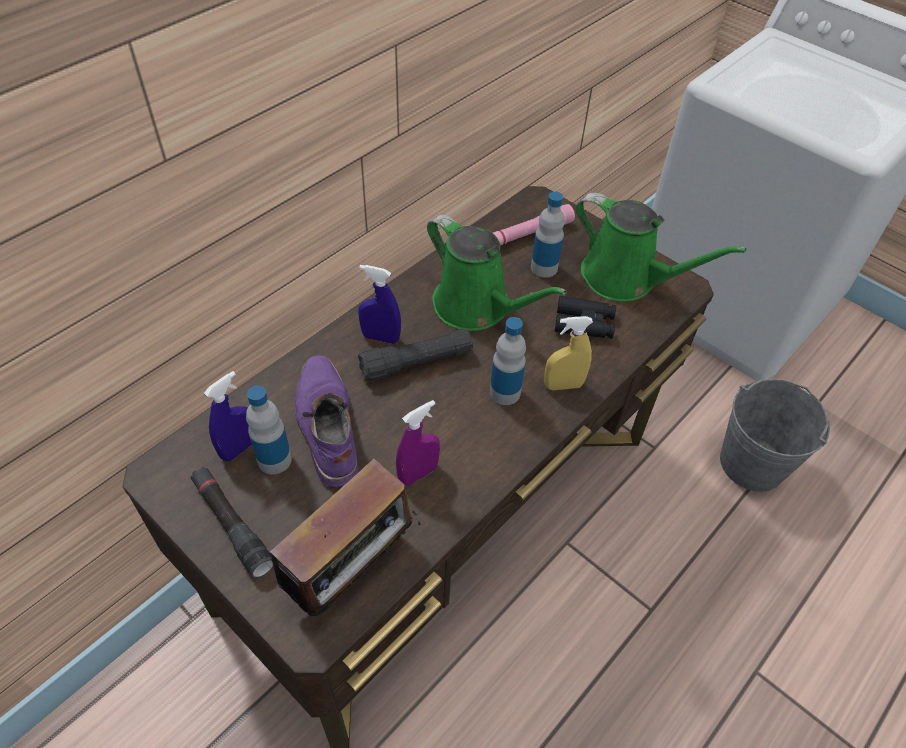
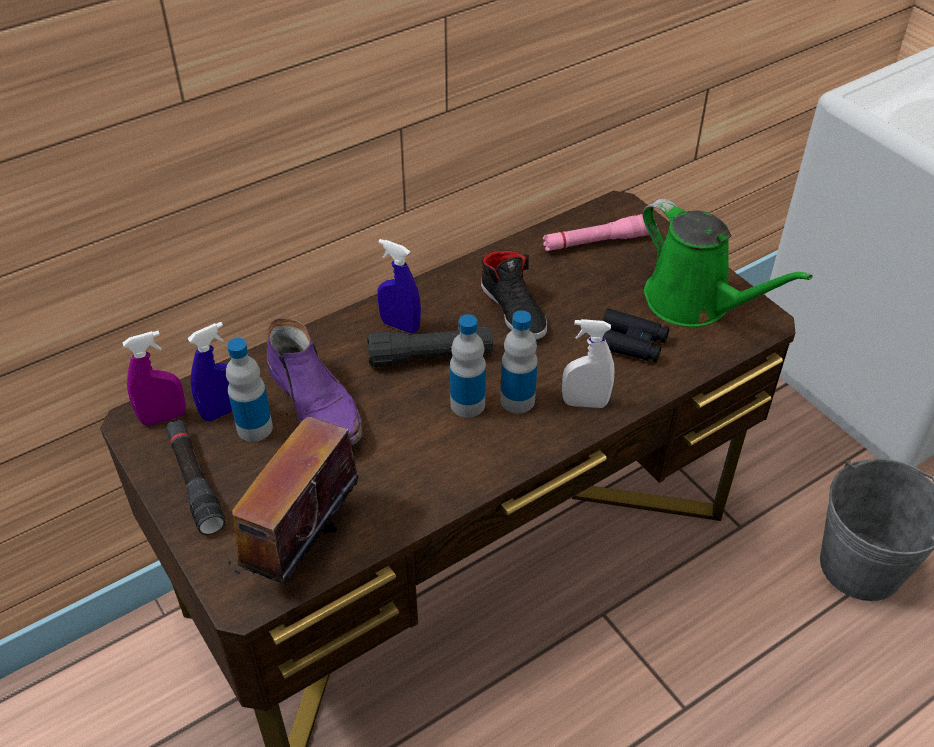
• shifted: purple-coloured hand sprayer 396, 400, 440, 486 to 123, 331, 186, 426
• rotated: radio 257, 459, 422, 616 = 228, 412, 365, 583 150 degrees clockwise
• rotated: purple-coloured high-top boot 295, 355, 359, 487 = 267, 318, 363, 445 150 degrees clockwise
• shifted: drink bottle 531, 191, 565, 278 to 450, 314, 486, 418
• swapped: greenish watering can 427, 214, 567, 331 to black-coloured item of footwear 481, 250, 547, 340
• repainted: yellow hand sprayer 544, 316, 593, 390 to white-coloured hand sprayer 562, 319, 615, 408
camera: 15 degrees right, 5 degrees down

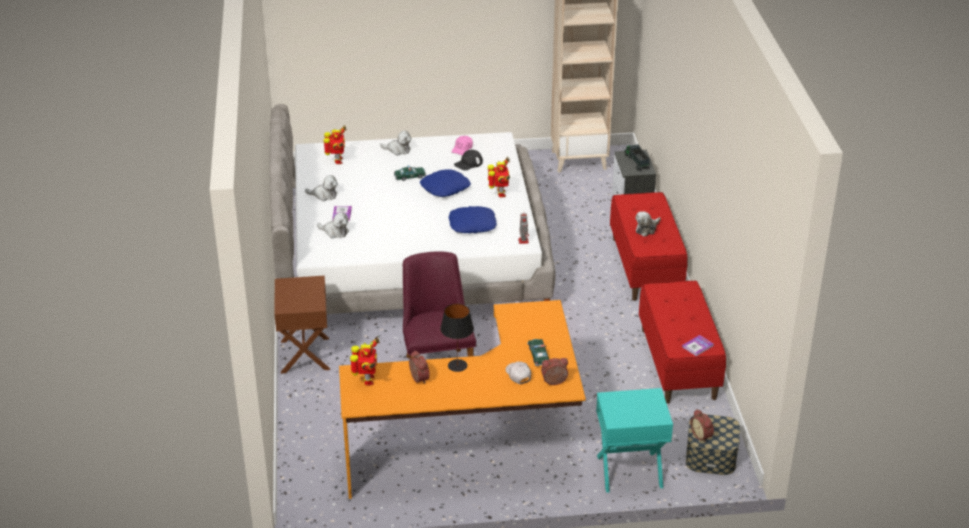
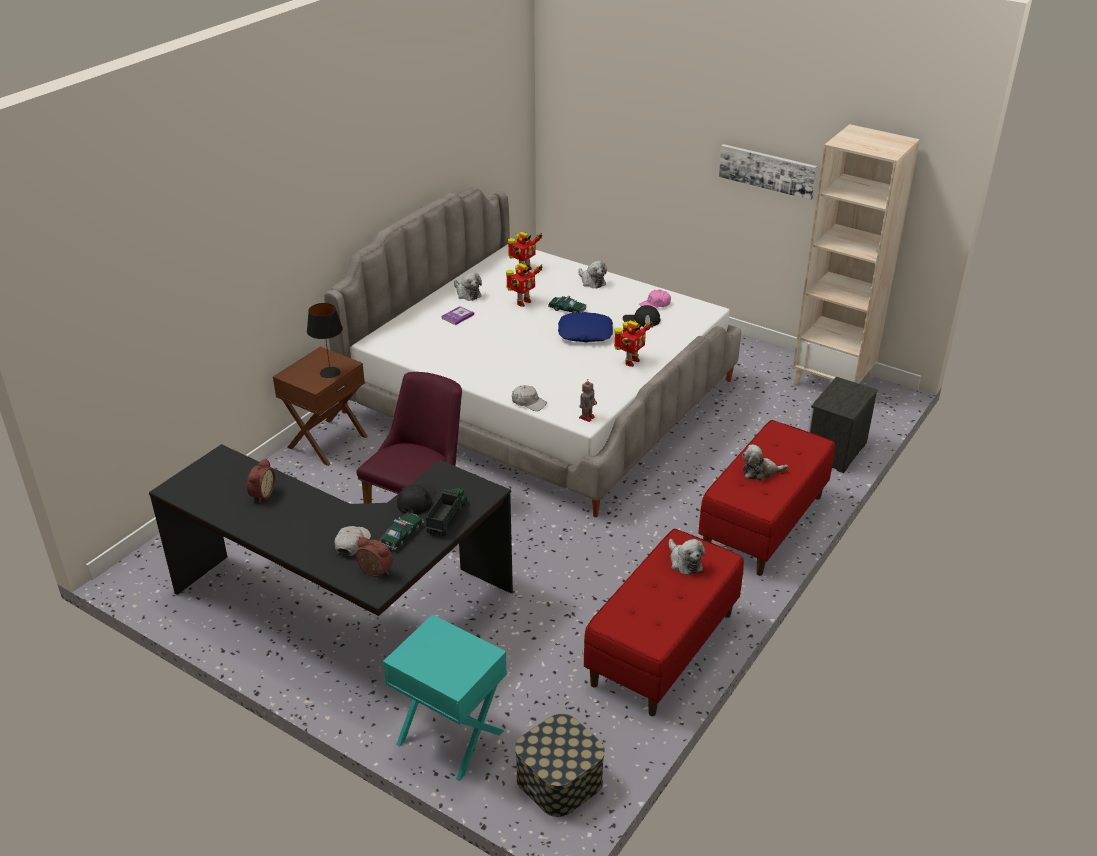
• repainted: orangey desk 339, 300, 586, 499 to black-coloured desk 149, 444, 513, 616
• shifted: black-coloured table lamp 440, 304, 474, 372 to 307, 303, 343, 378
• new: black-coloured baseball cap 397, 483, 437, 515
• shifted: model truck 624, 144, 650, 171 to 426, 488, 467, 537
• shifted: toy robot 350, 336, 380, 386 to 506, 263, 543, 307
• new: white-coloured baseball cap 512, 385, 547, 411
• shifted: cuddly toy 317, 212, 349, 239 to 669, 539, 705, 575
• new: wall picture 719, 144, 817, 200
• gone: blue-coloured cushion 449, 206, 497, 233
• gone: volume 682, 335, 713, 356
• gone: table clock 690, 409, 714, 443
camera: 40 degrees right, 0 degrees up

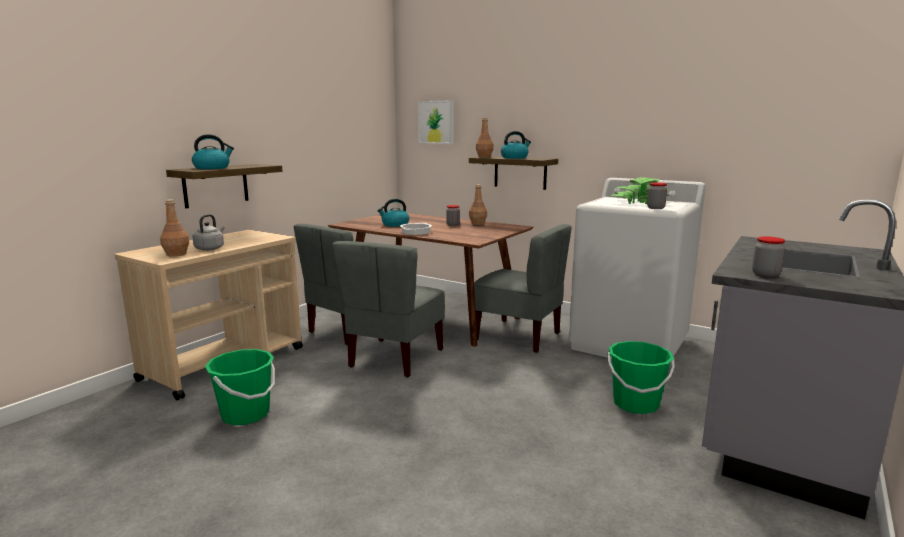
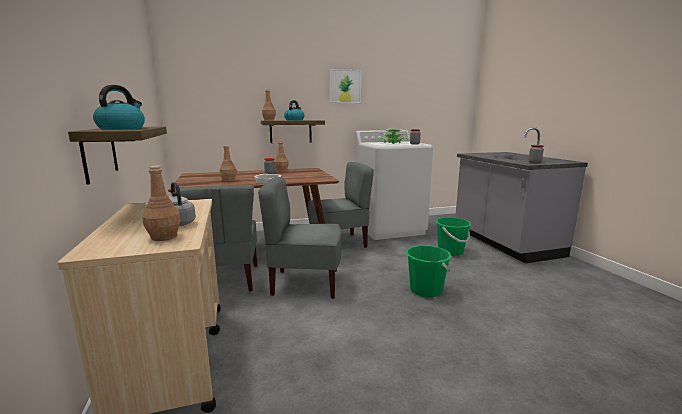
• swapped: kettle 377, 199, 409, 227 to brown-coloured drink bottle 220, 145, 237, 182
• rotated: gray chair 332, 241, 445, 378 = 258, 177, 342, 299 120 degrees clockwise
• shifted: wall picture 418, 100, 454, 144 to 330, 69, 361, 103
• shifted: greenish water bucket 205, 349, 275, 425 to 406, 245, 452, 298
camera: 50 degrees left, 0 degrees up

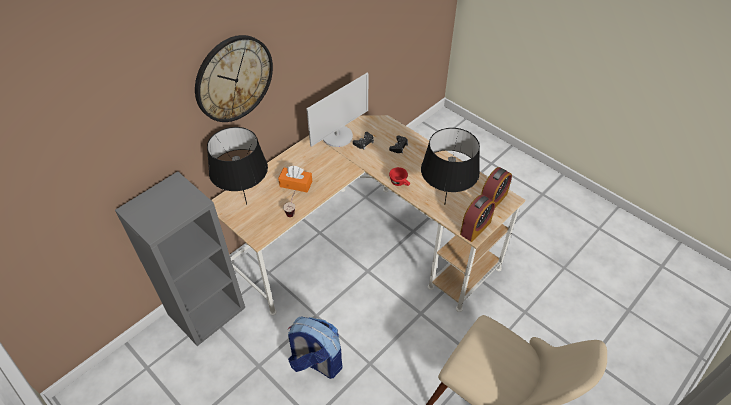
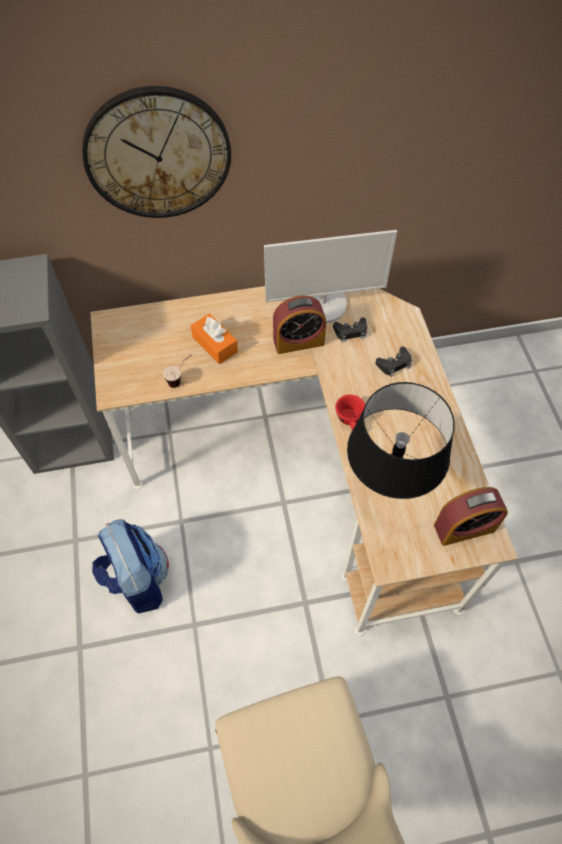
• shifted: table clock 460, 195, 495, 242 to 273, 295, 326, 354
• gone: black-coloured table lamp 207, 127, 268, 204
camera: 35 degrees right, 10 degrees up

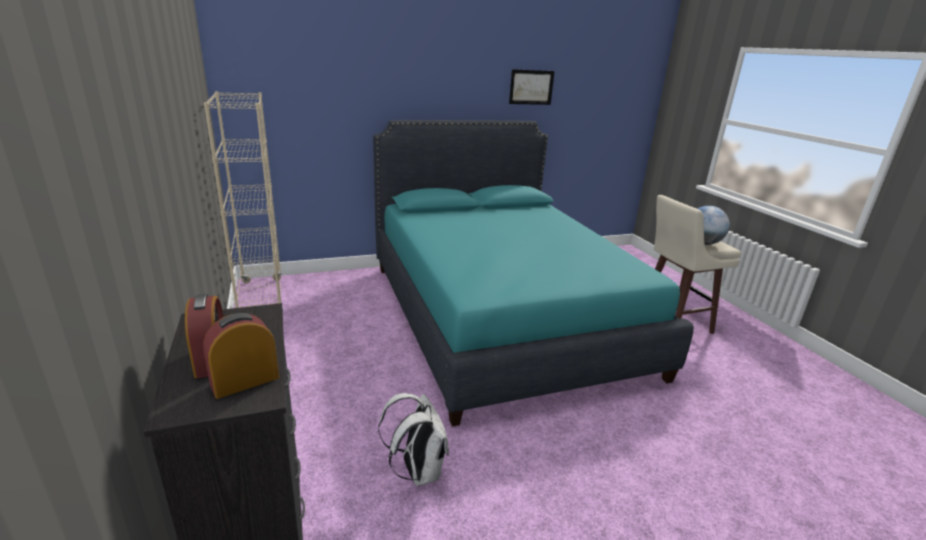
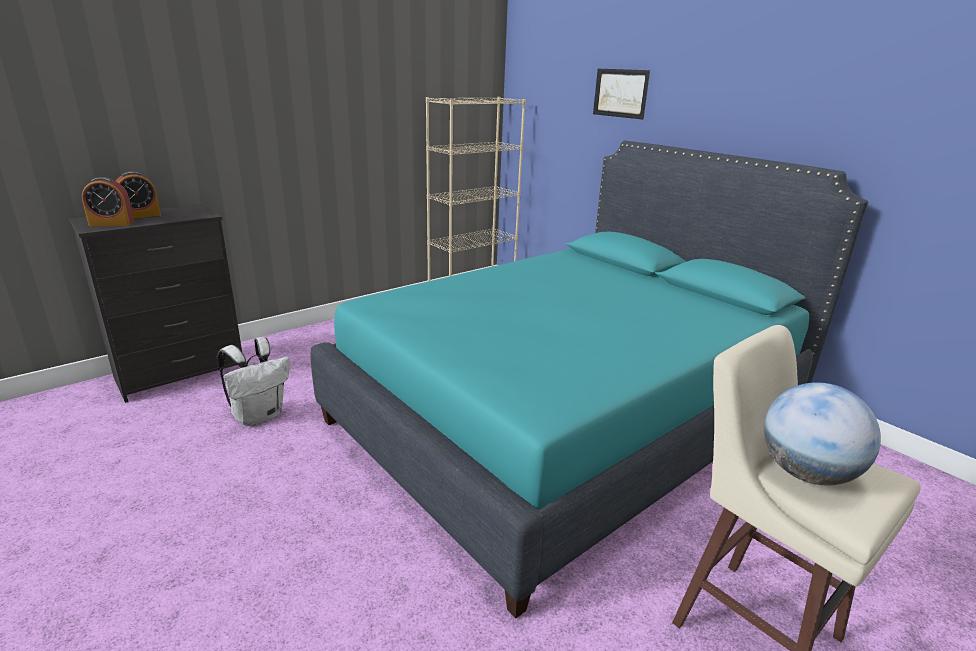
• rotated: table clock 203, 313, 279, 399 = 82, 177, 134, 226 135 degrees clockwise
• shifted: wall picture 509, 69, 555, 105 to 593, 69, 650, 119
camera: 70 degrees right, 0 degrees up

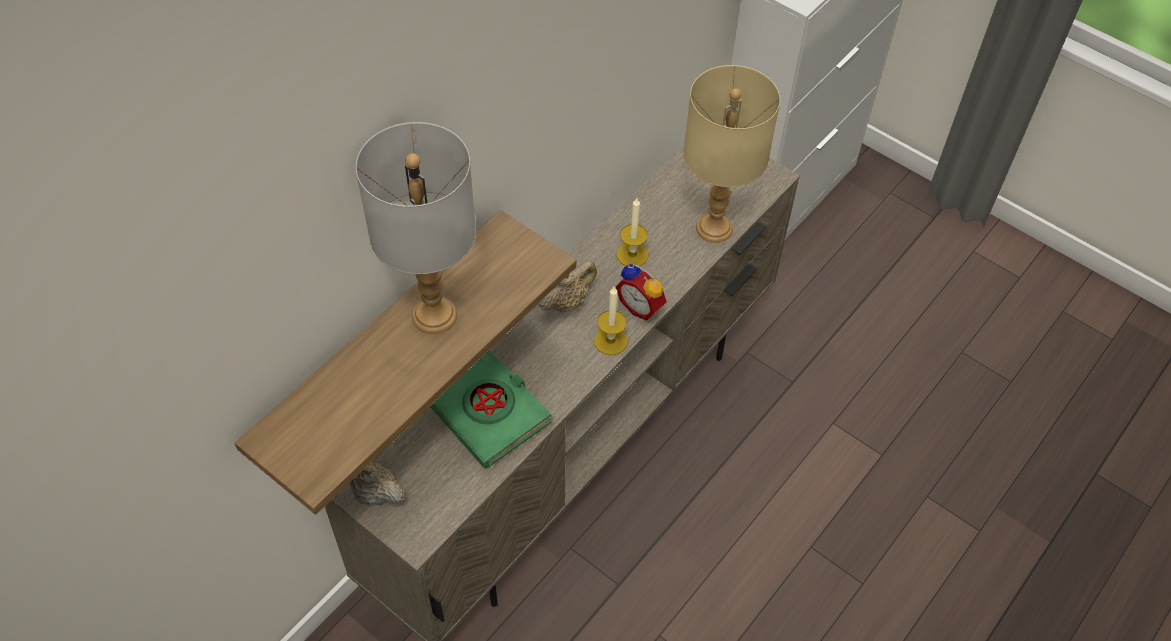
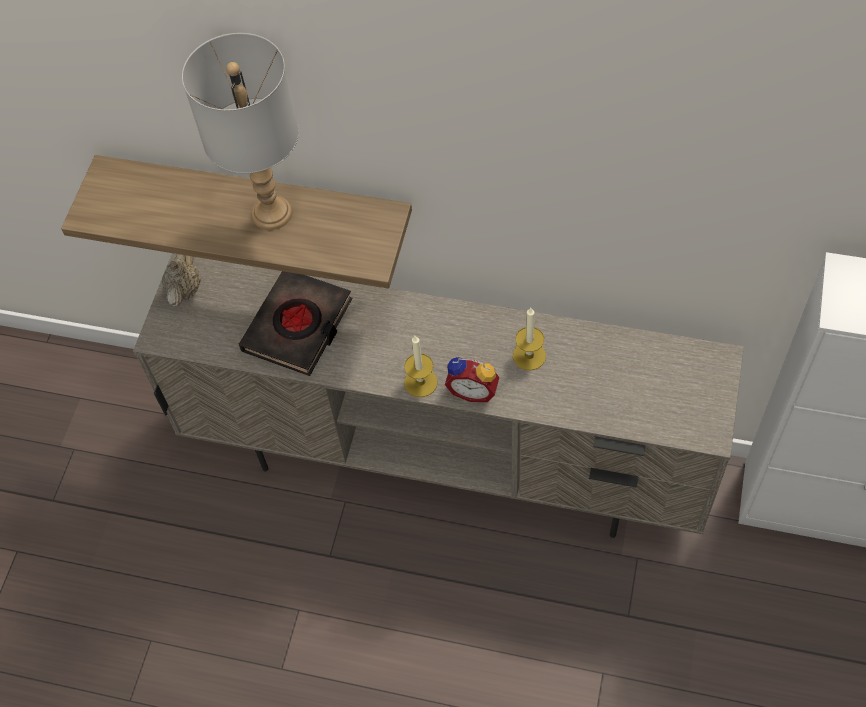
• repainted: greenish volume 430, 350, 551, 469 to black-coloured volume 239, 271, 353, 376
• rotated: table clock 616, 264, 667, 320 = 445, 357, 499, 402 90 degrees counterclockwise
• gone: sand-coloured pot for tea 538, 261, 597, 312
• gone: sand-coloured table lamp 683, 65, 780, 243
camera: 70 degrees right, 5 degrees up

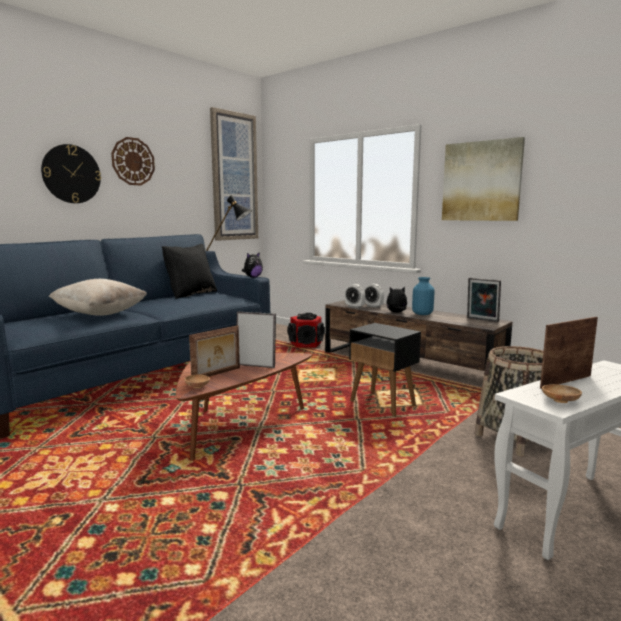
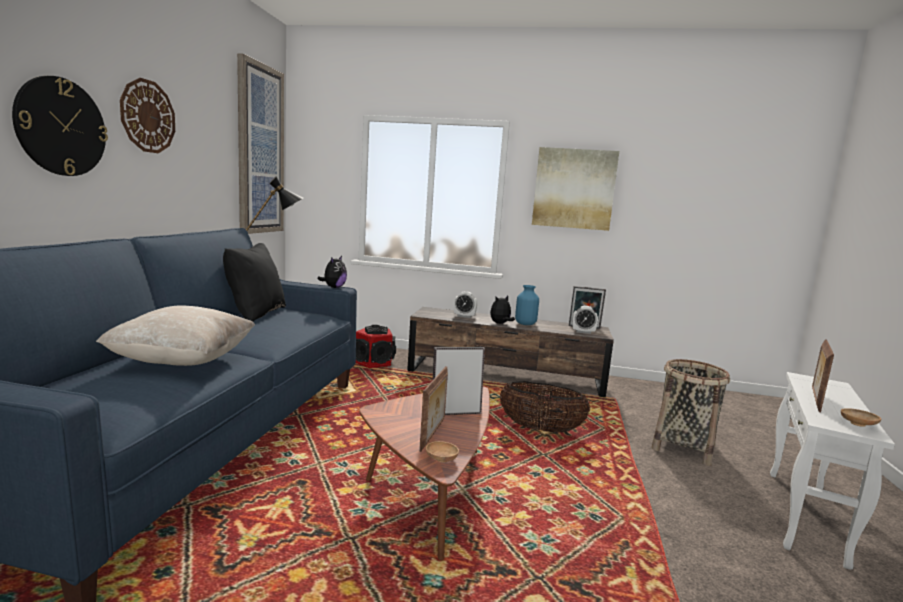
• swapped: black-coloured side table 349, 323, 421, 416 to basket 500, 381, 590, 432
• shifted: table clock 345, 284, 366, 308 to 572, 306, 598, 334
camera: 30 degrees left, 0 degrees up

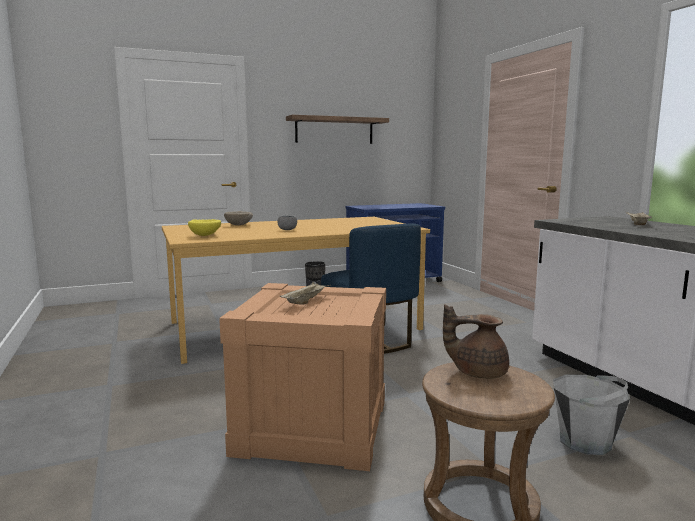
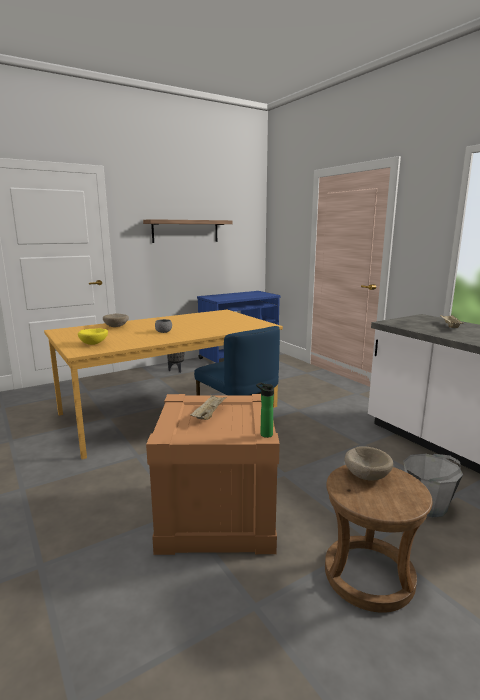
• new: drink bottle 256, 382, 274, 438
• swapped: brown-coloured pot for tea 443, 304, 509, 379 to sand-coloured bowl 345, 446, 393, 480
camera: 10 degrees left, 5 degrees up

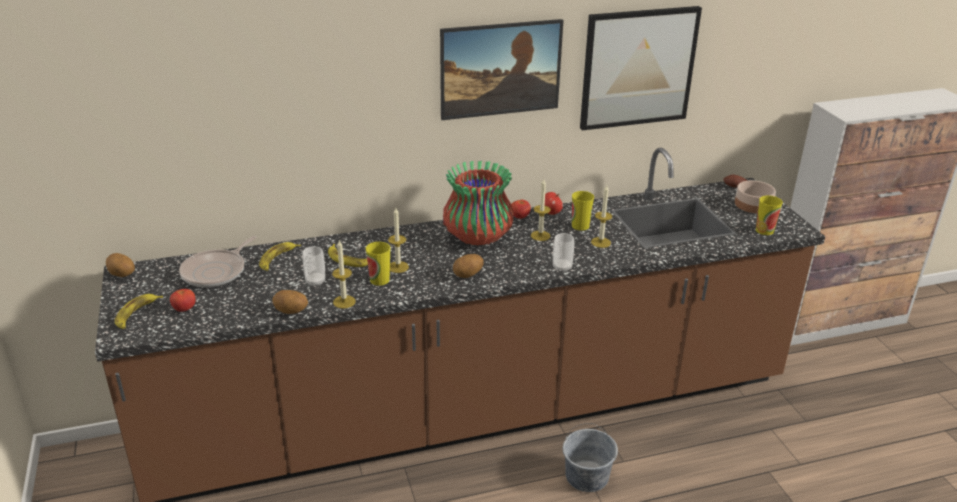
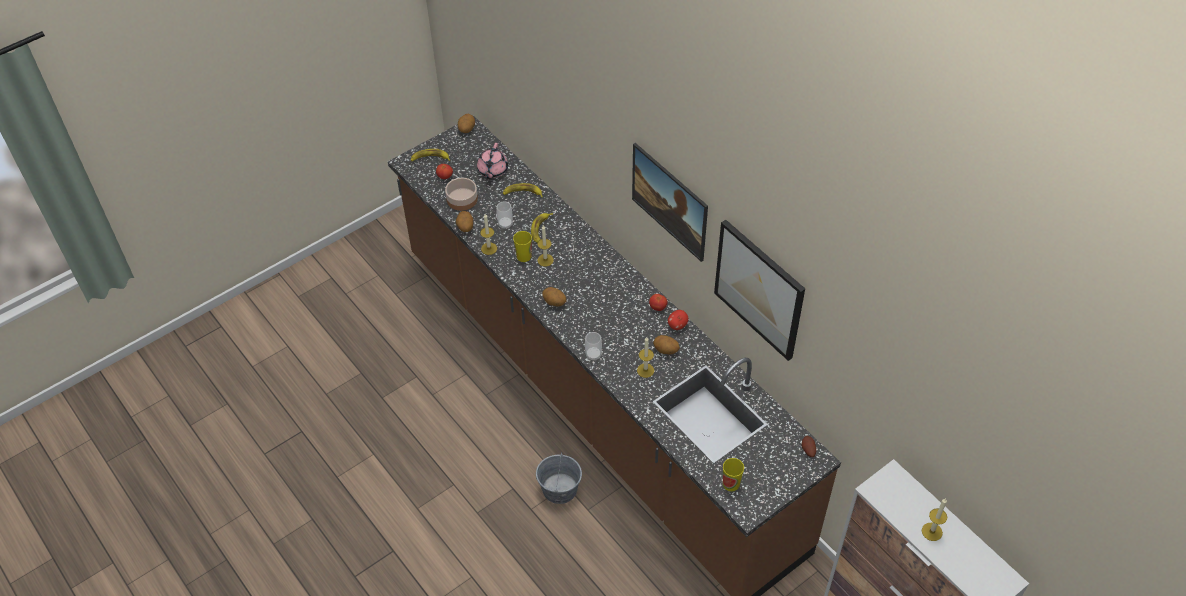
• shifted: bowl 735, 180, 776, 213 to 445, 178, 478, 211
• swapped: skillet 179, 236, 257, 287 to pink-coloured pot for tea 477, 143, 508, 179
• swapped: small cup 572, 191, 594, 231 to spud 653, 335, 680, 354
• shifted: candle 531, 179, 551, 241 to 922, 498, 947, 541
• gone: decorative vase 443, 161, 514, 246
camera: 70 degrees right, 20 degrees up

